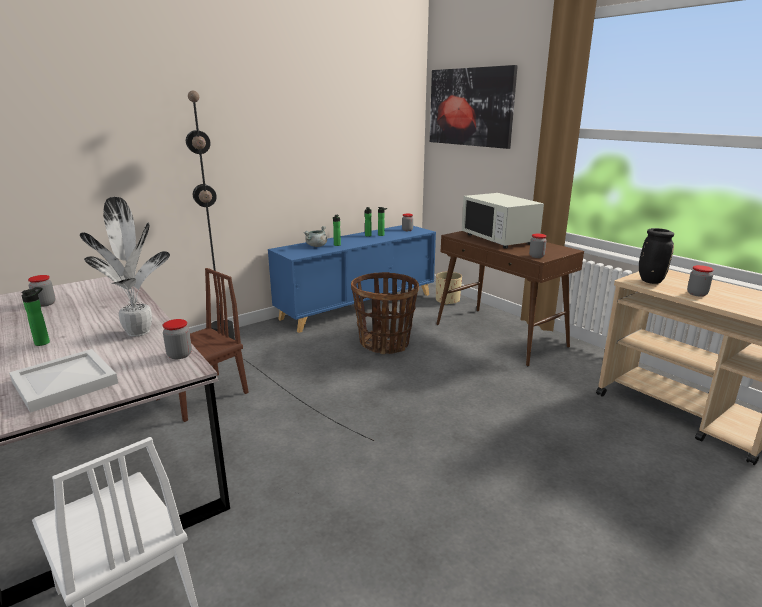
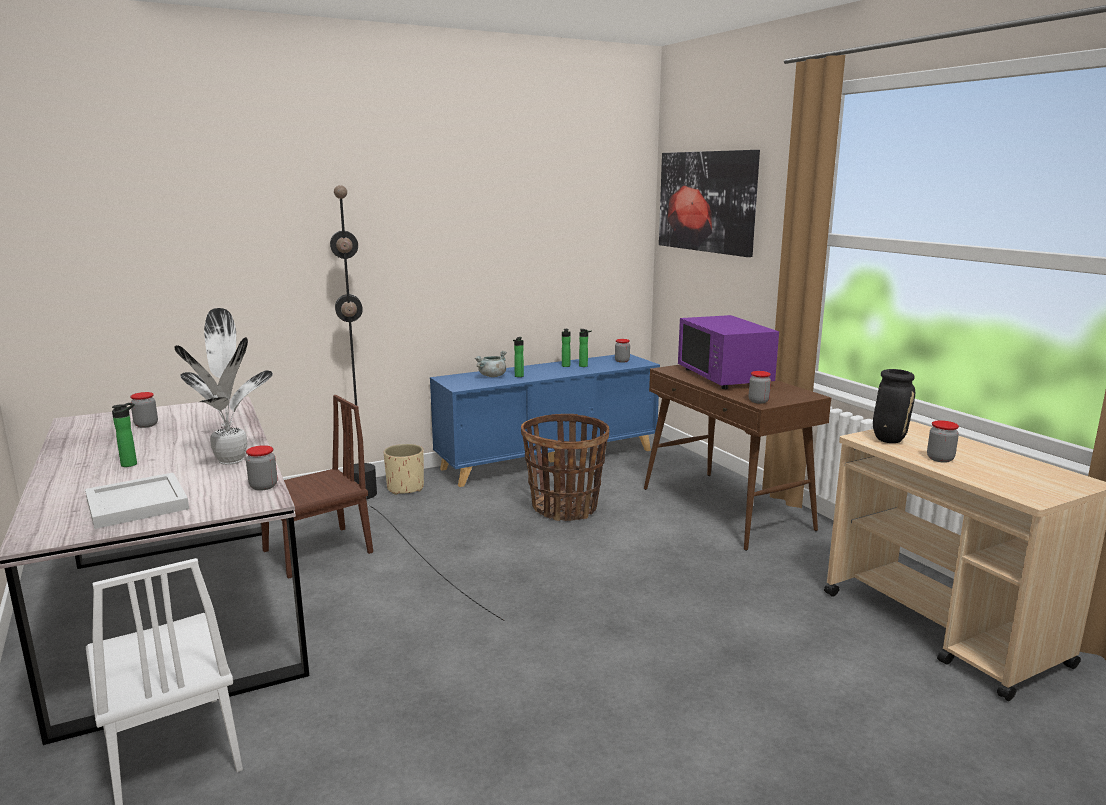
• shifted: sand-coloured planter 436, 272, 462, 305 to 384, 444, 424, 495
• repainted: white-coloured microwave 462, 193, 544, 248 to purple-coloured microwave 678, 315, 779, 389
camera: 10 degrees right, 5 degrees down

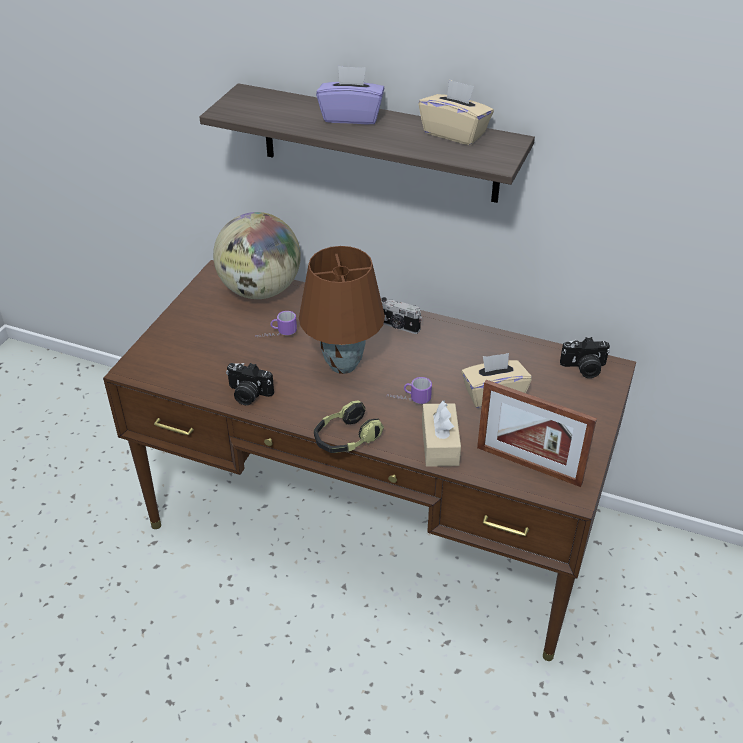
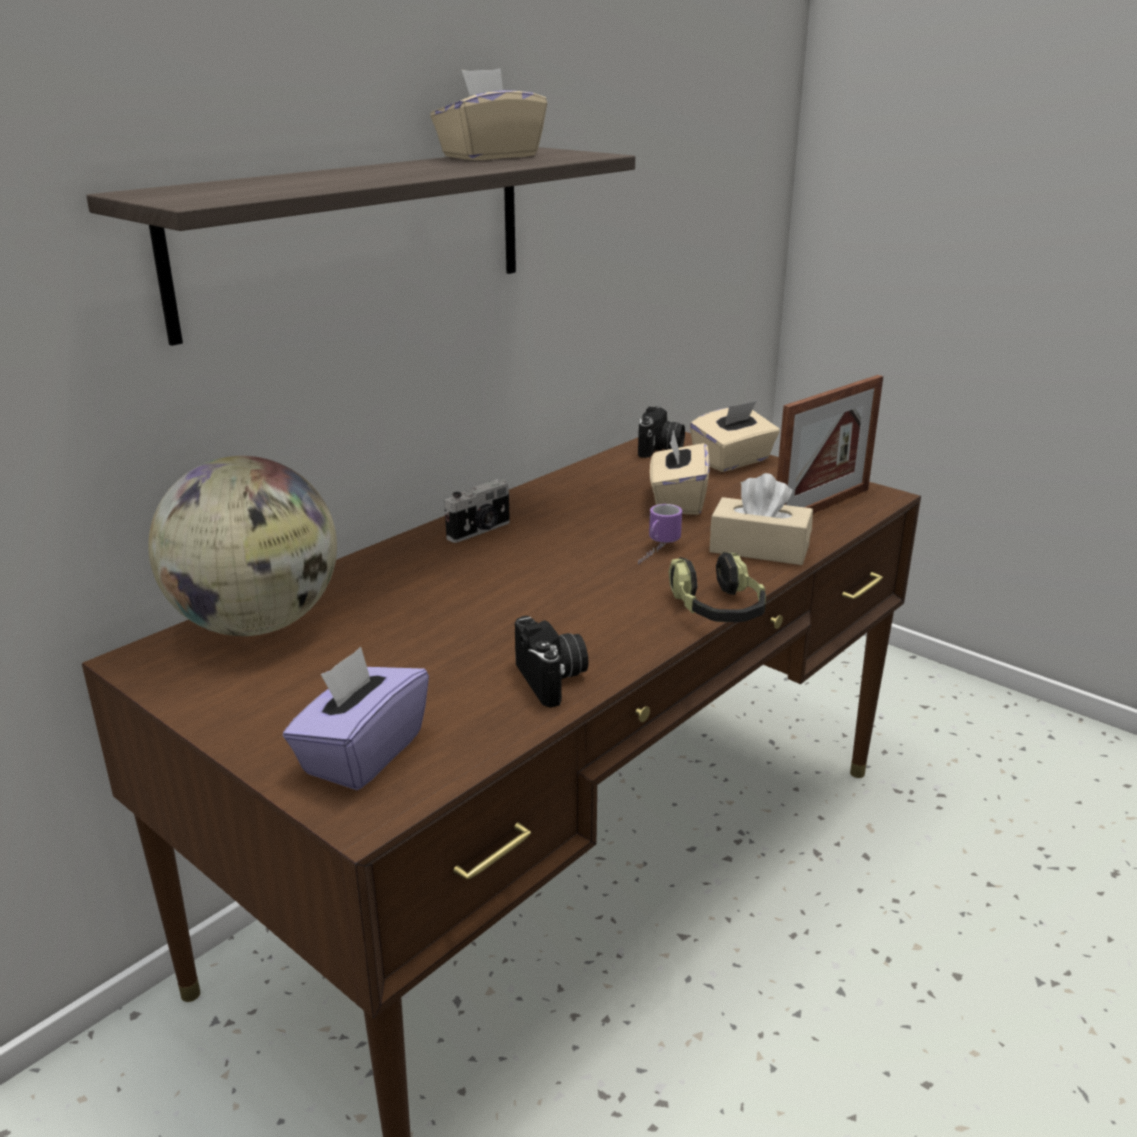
• shifted: purple-coloured tissue holder 316, 66, 384, 124 to 283, 647, 429, 790
• rotated: photo camera 226, 363, 274, 405 = 515, 616, 589, 708 60 degrees counterclockwise
• new: sand-coloured tissue holder 690, 401, 780, 472
• gone: coffee mug 256, 311, 297, 337
• gone: brown-coloured table lamp 299, 246, 385, 374
camera: 70 degrees left, 15 degrees down

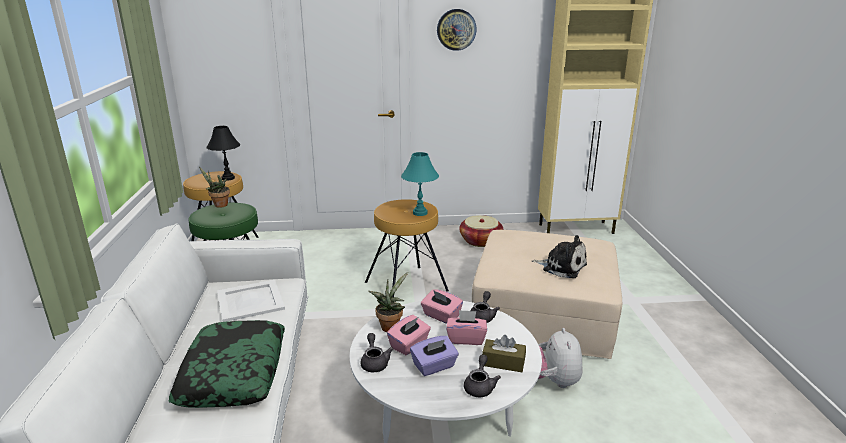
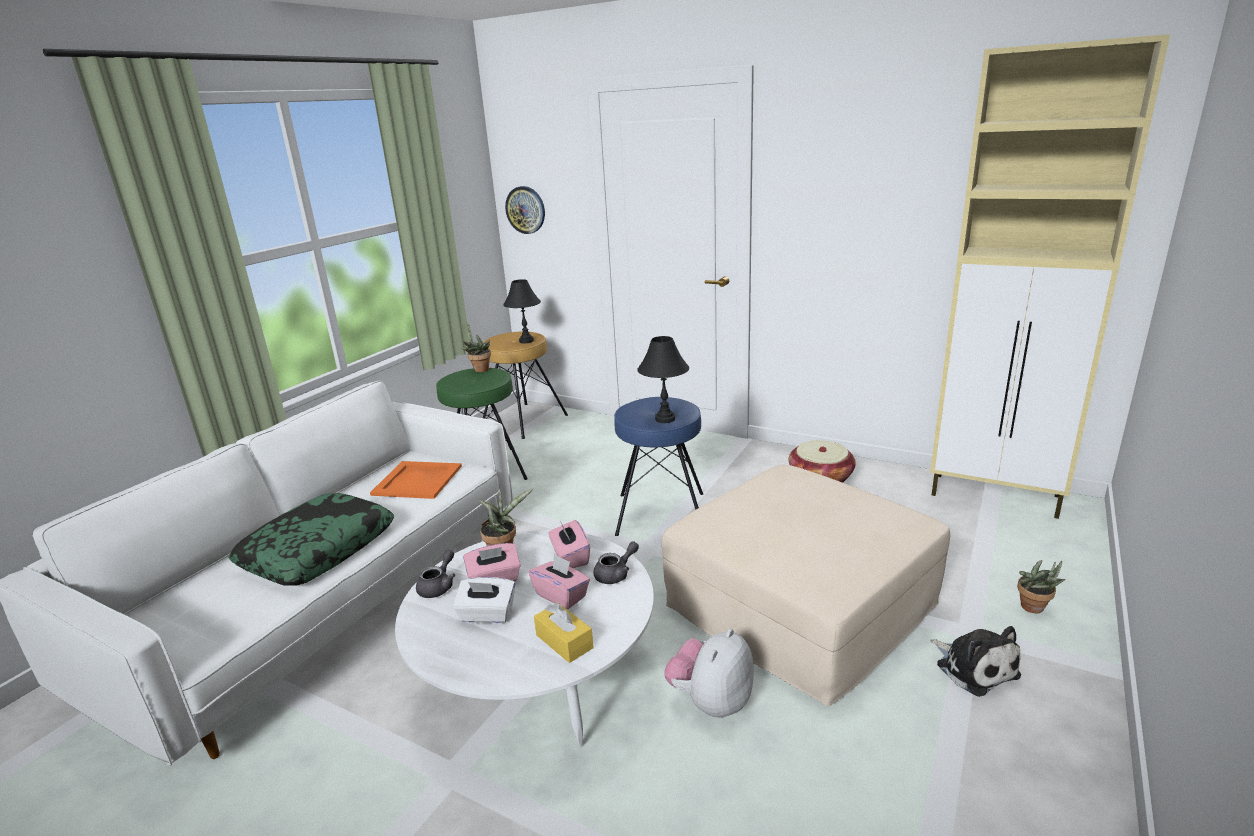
• repainted: white-coloured tray 217, 280, 285, 322 to orangey tray 370, 461, 462, 499
• repainted: purple-coloured tissue holder 410, 336, 459, 376 to white-coloured tissue holder 453, 577, 515, 623
• shifted: wall clock 437, 9, 477, 51 to 505, 186, 545, 234
• repainted: brown-coloured tissue holder 482, 335, 526, 372 to yellow tissue holder 534, 603, 594, 663
• repainted: brown-coloured stool seat 365, 199, 449, 297 to blue-coloured stool seat 614, 397, 703, 536
• repainted: turquoise table lamp 401, 152, 439, 216 to black-coloured table lamp 637, 336, 689, 423
• shifted: cuddly toy 532, 235, 587, 278 to 931, 626, 1021, 697
• new: houseplant 1017, 560, 1066, 614
• gone: gray pot for tea 464, 354, 501, 397
camera: 35 degrees right, 0 degrees up

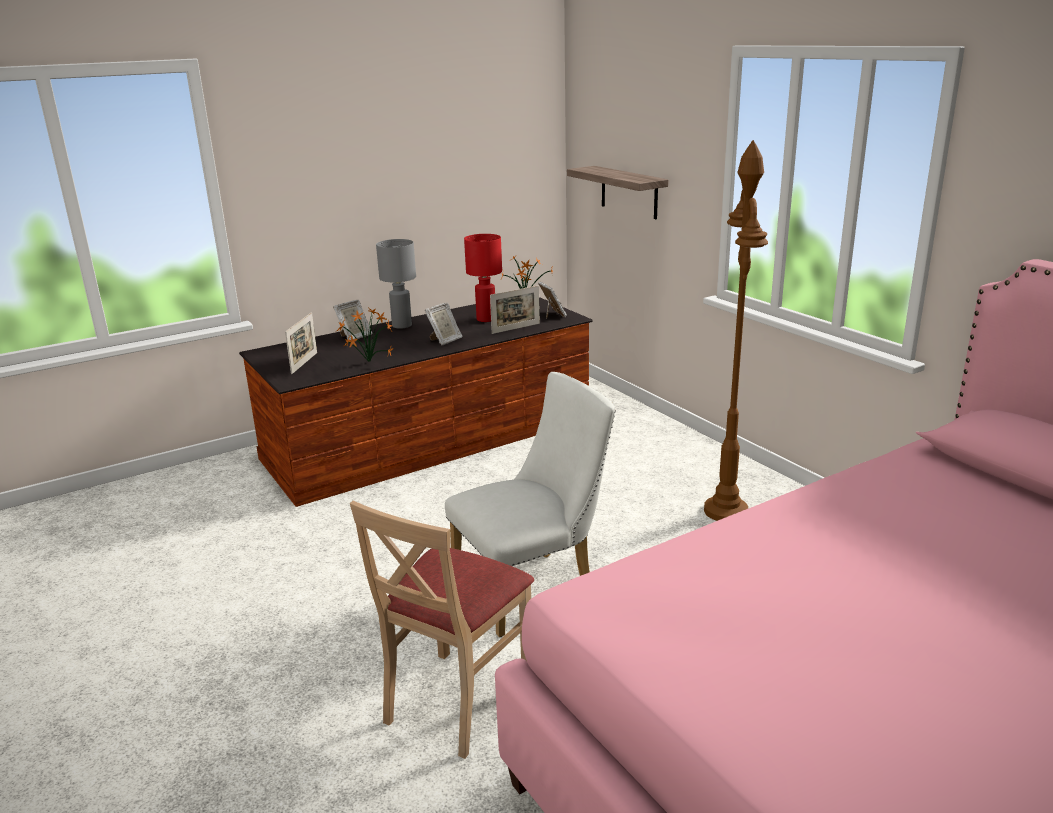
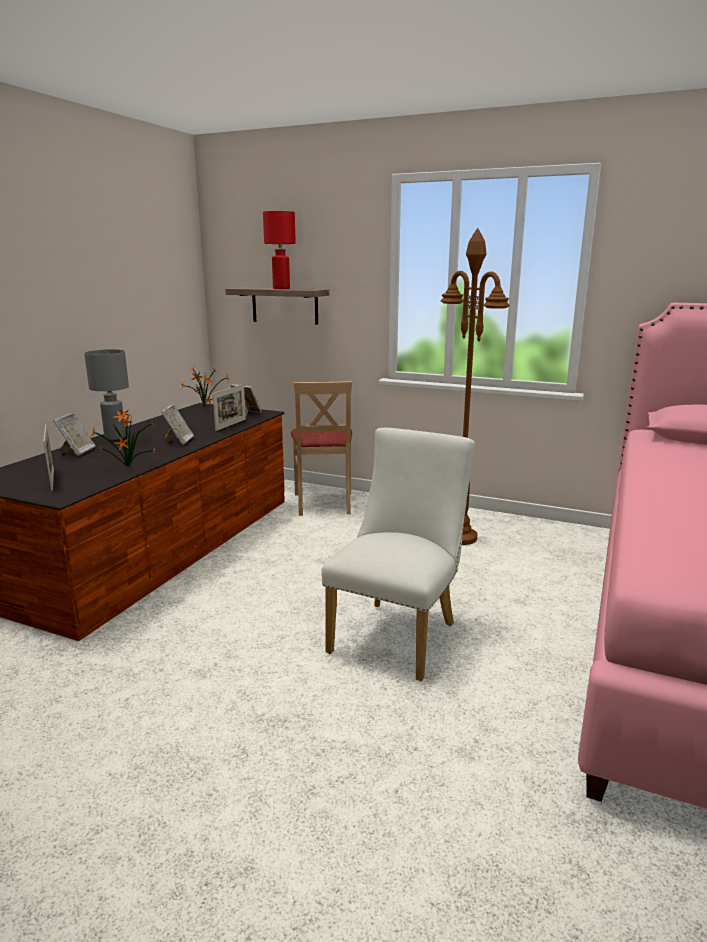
• shifted: reddish table lamp 464, 234, 502, 322 to 263, 211, 296, 289
• shifted: sand-coloured chair 350, 501, 534, 759 to 291, 381, 352, 516
camera: 35 degrees left, 5 degrees down

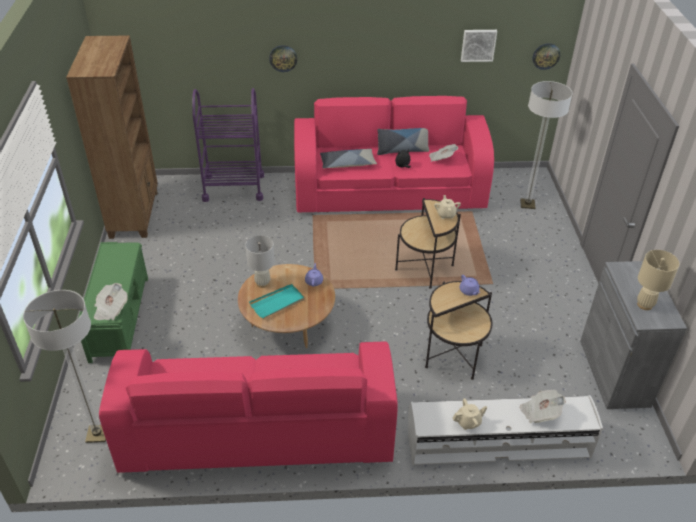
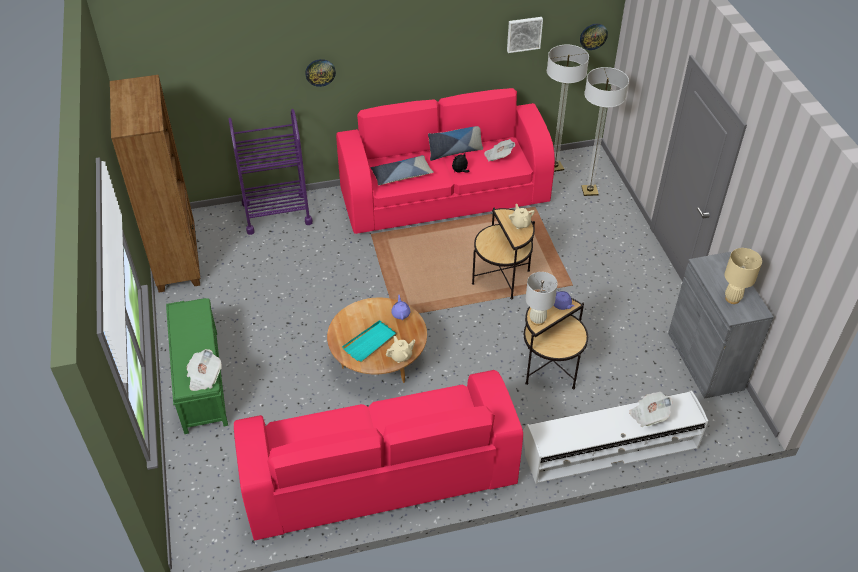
• shifted: sand-coloured pot for tea 453, 398, 487, 430 to 386, 336, 415, 363
• shifted: white-coloured table lamp 245, 235, 275, 288 to 526, 272, 558, 326
• shifted: floor lamp 23, 290, 106, 443 to 547, 45, 589, 172
camera: 10 degrees left, 5 degrees up

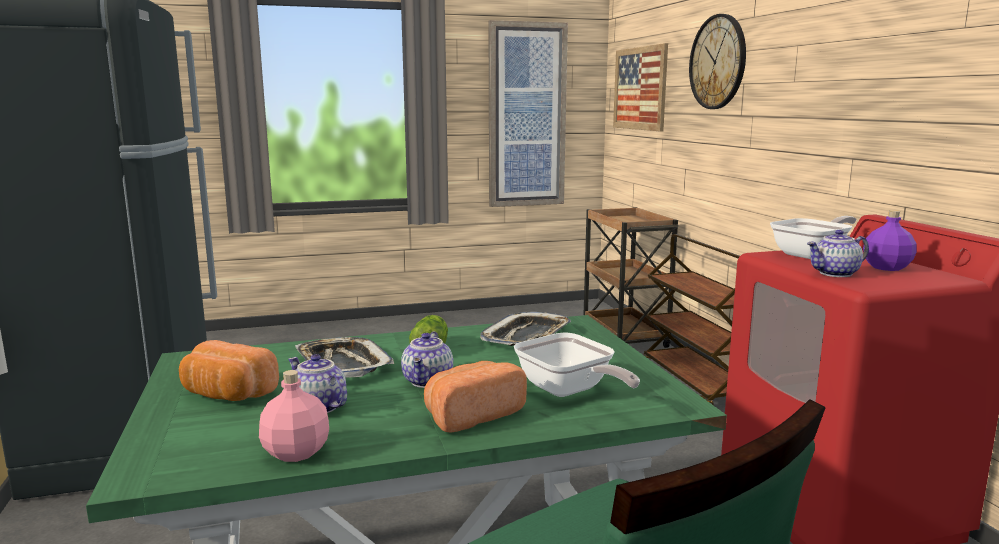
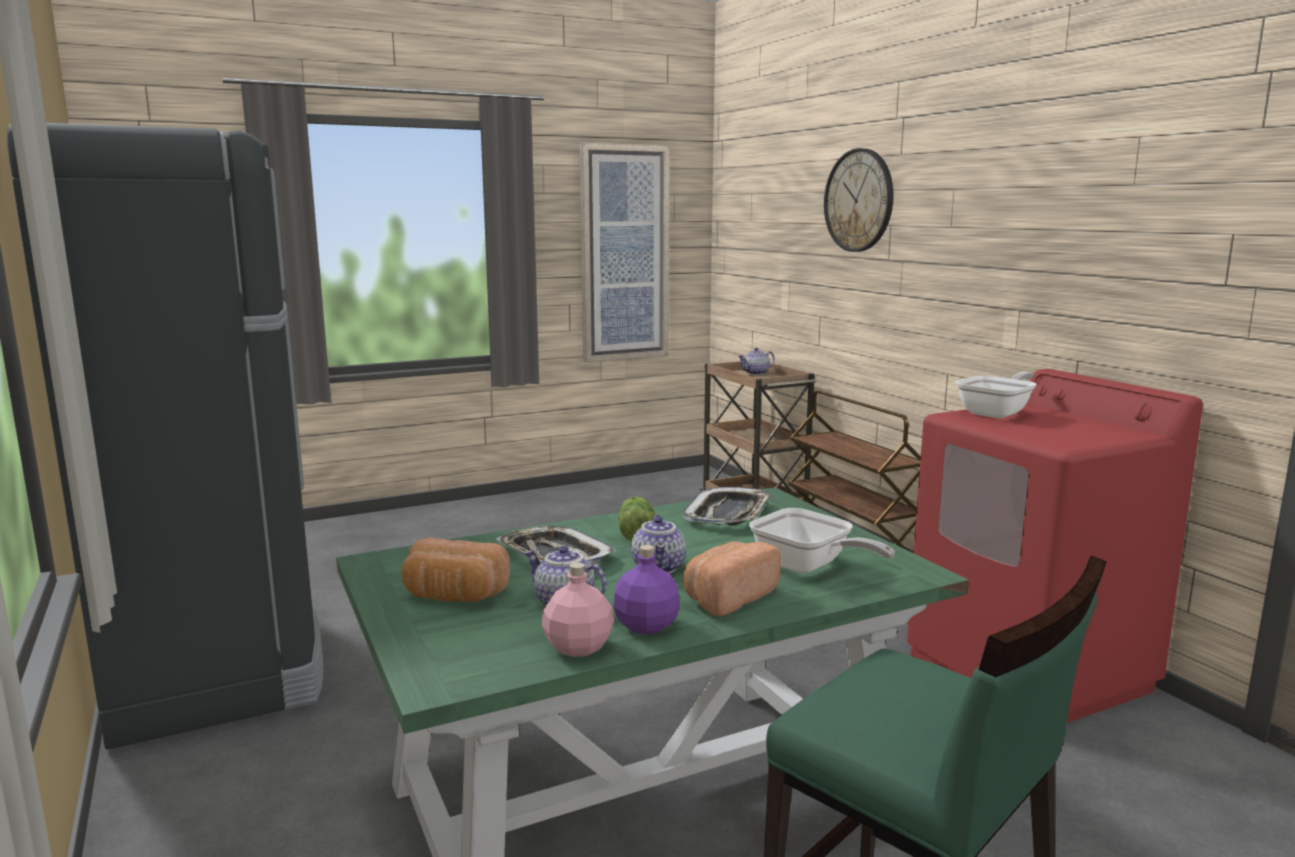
• shifted: purple-coloured drink bottle 863, 210, 916, 271 to 614, 545, 680, 635
• shifted: pot for tea 807, 230, 869, 277 to 738, 348, 775, 375
• gone: wall picture 613, 43, 668, 131
camera: 10 degrees left, 0 degrees up

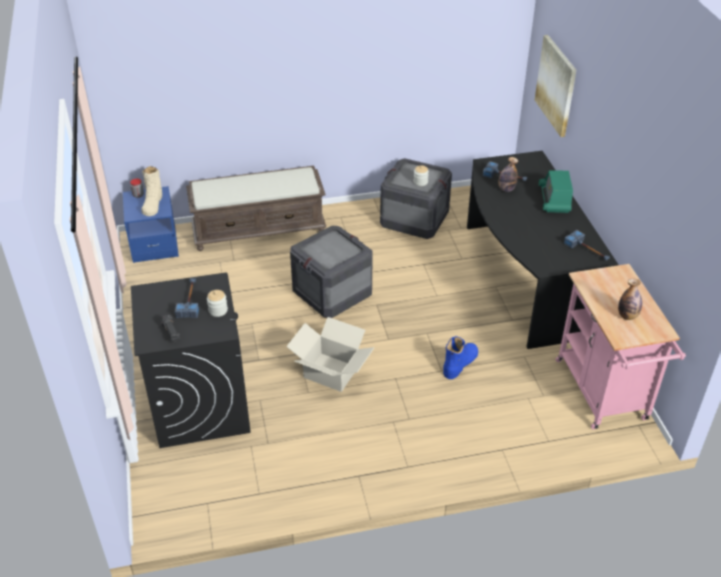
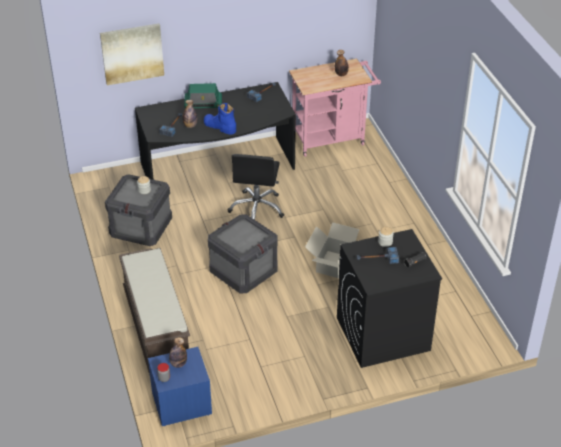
• swapped: sand-coloured high-top boot 141, 166, 162, 216 to drink bottle 169, 337, 187, 368
• shifted: blue-coloured high-top boot 443, 336, 478, 379 to 204, 103, 236, 135
• new: black-coloured desk chair 227, 154, 284, 220
camera: 95 degrees left, 0 degrees up

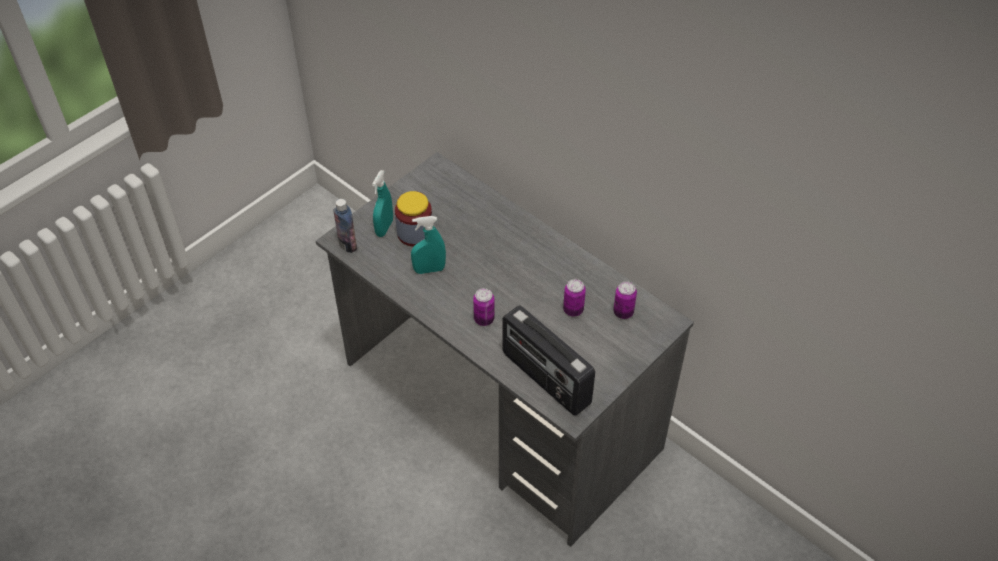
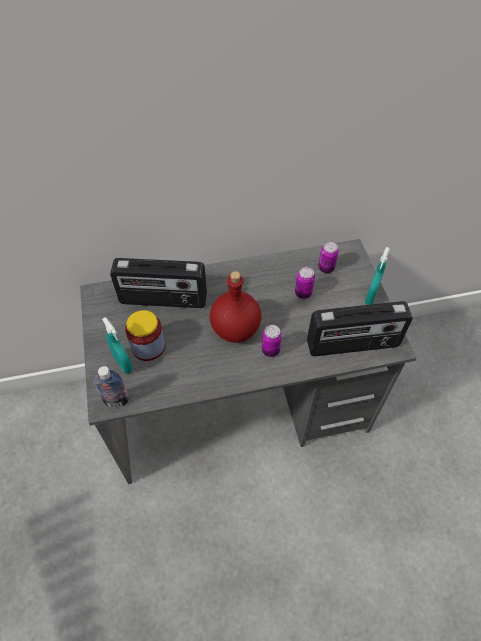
• new: radio 110, 258, 207, 308
• new: reddish drink bottle 210, 271, 262, 343
• shifted: turquoise hand sprayer 411, 216, 446, 274 to 365, 247, 390, 305
camera: 55 degrees left, 5 degrees up

